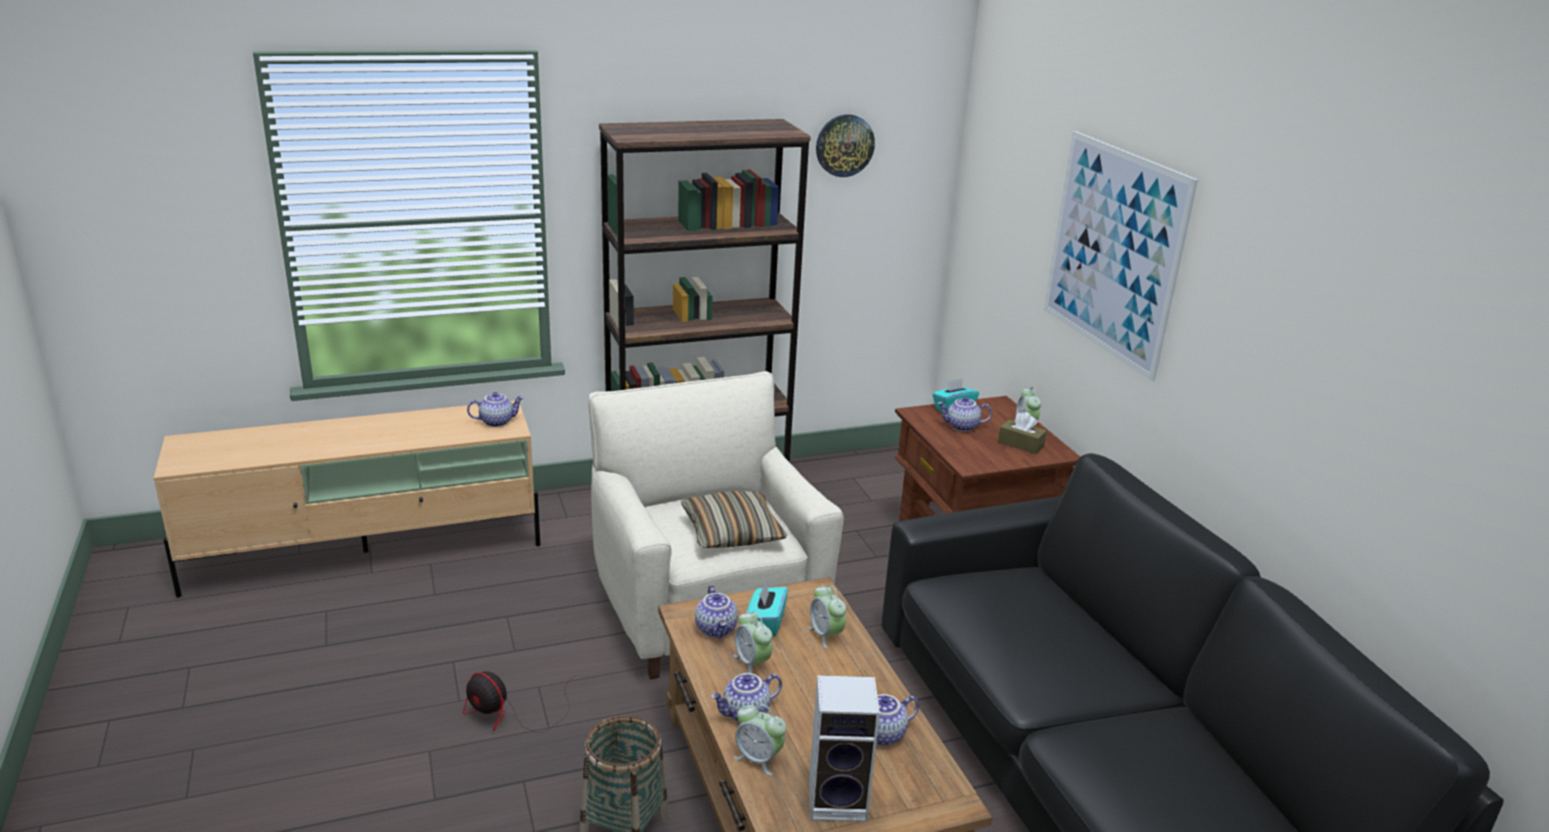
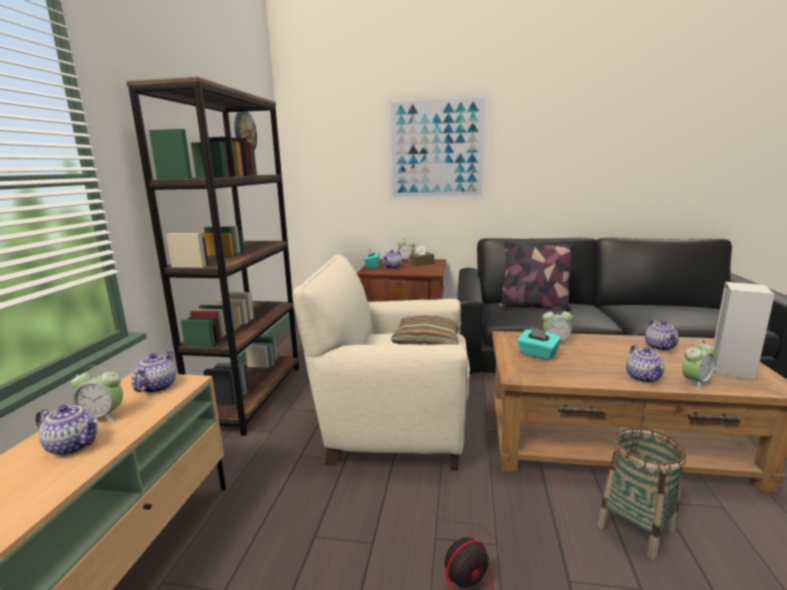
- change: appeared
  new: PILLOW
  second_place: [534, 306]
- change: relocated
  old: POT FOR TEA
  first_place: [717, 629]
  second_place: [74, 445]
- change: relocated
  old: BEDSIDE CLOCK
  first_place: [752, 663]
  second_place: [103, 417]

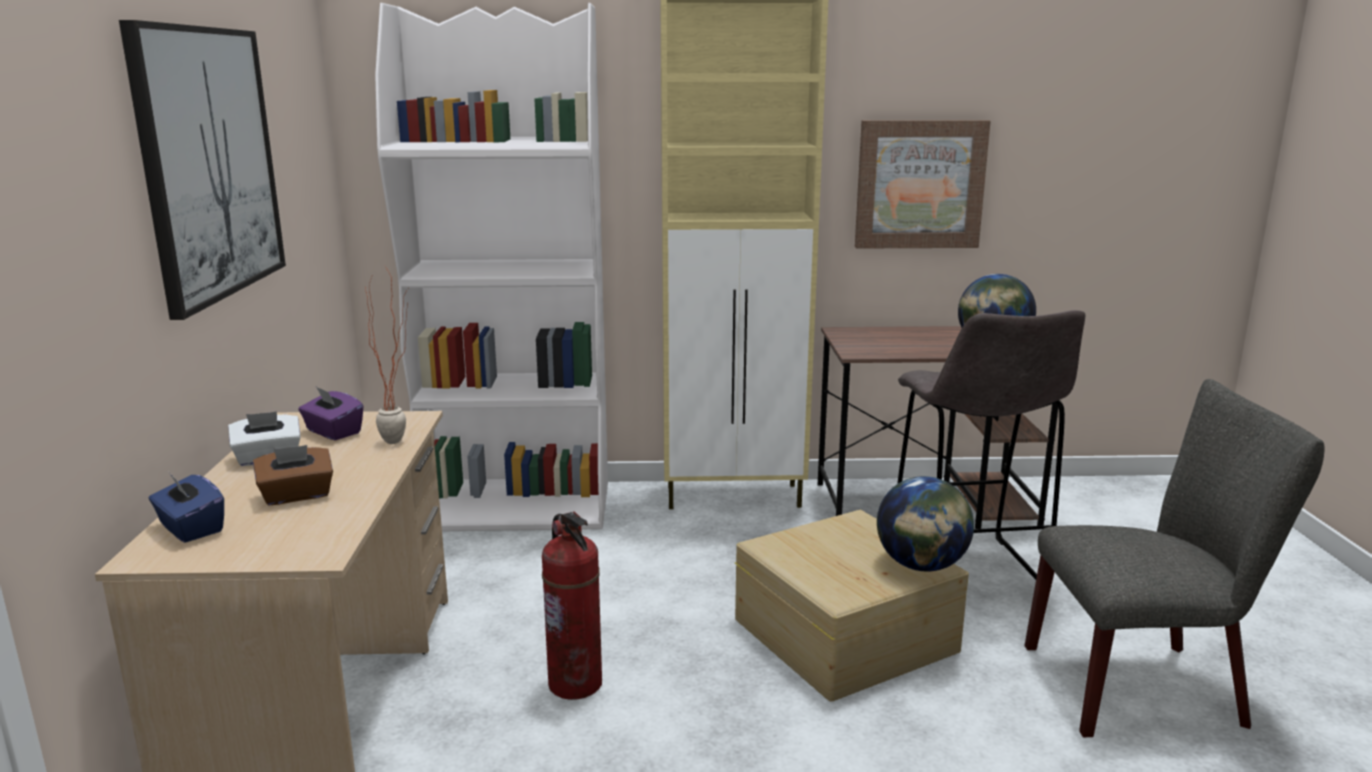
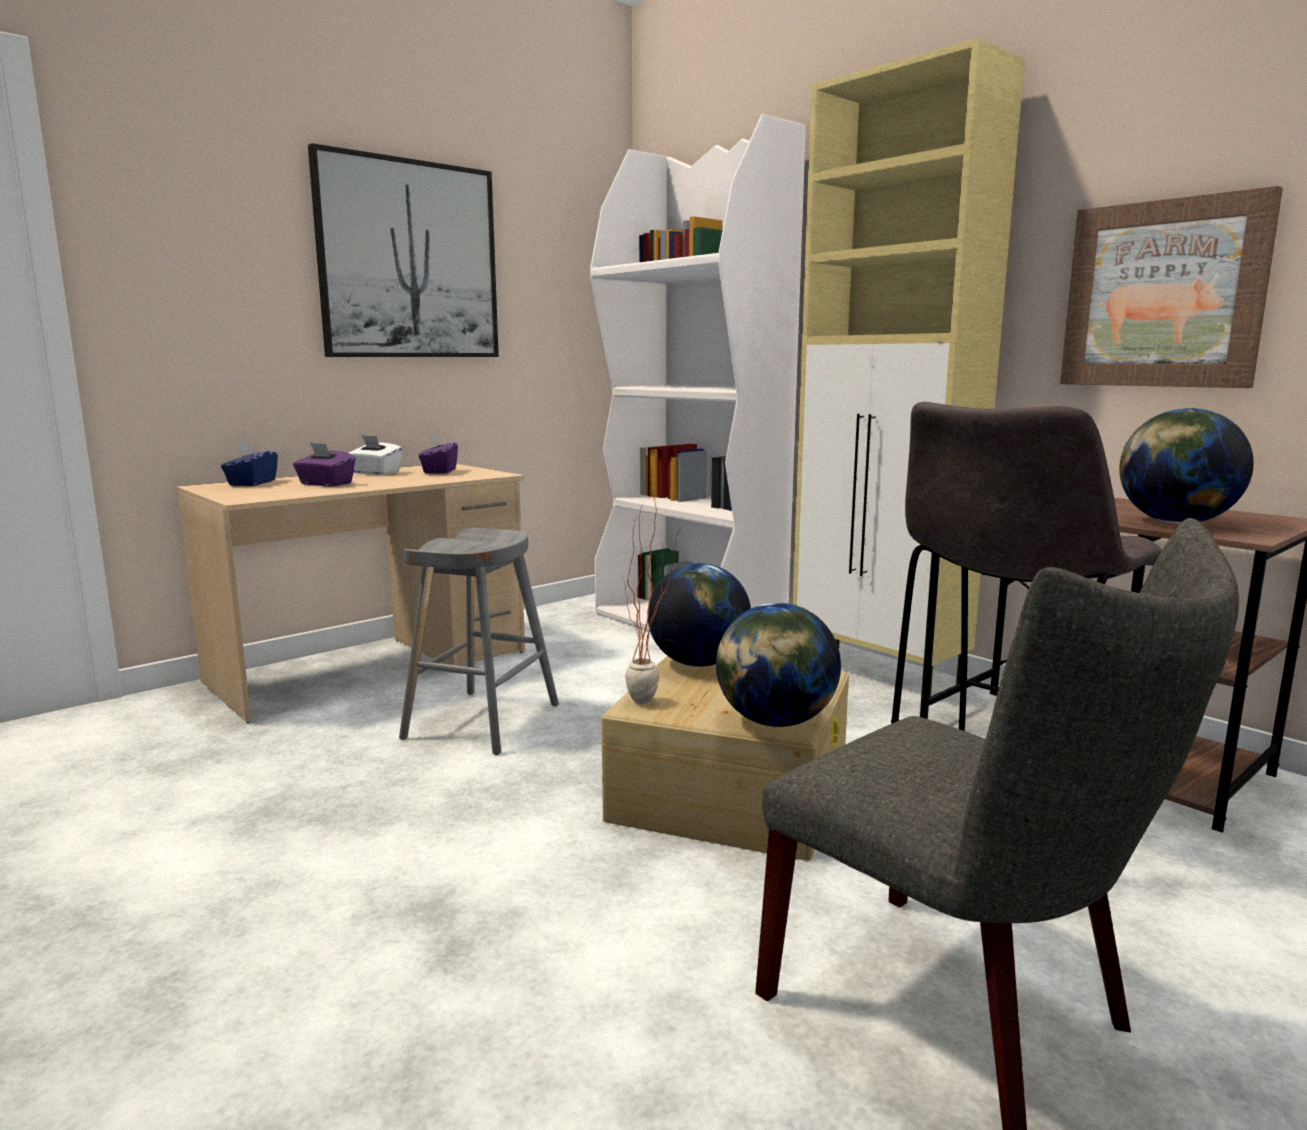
- change: appeared
  new: WORLD GLOBE
  second_place: [699, 663]
- change: relocated
  old: PLANT IN A POT
  first_place: [402, 441]
  second_place: [651, 704]
- change: exchanged
  old: FIRE-FIGHTING CYLINDER
  new: GREYISH SITTING STOOL
  first_place: [575, 684]
  second_place: [482, 721]
- change: colour
  old: BROWNISH TISSUE HOLDER
  new: PURPLE-COLOURED TISSUE HOLDER
  first_place: [297, 495]
  second_place: [325, 484]

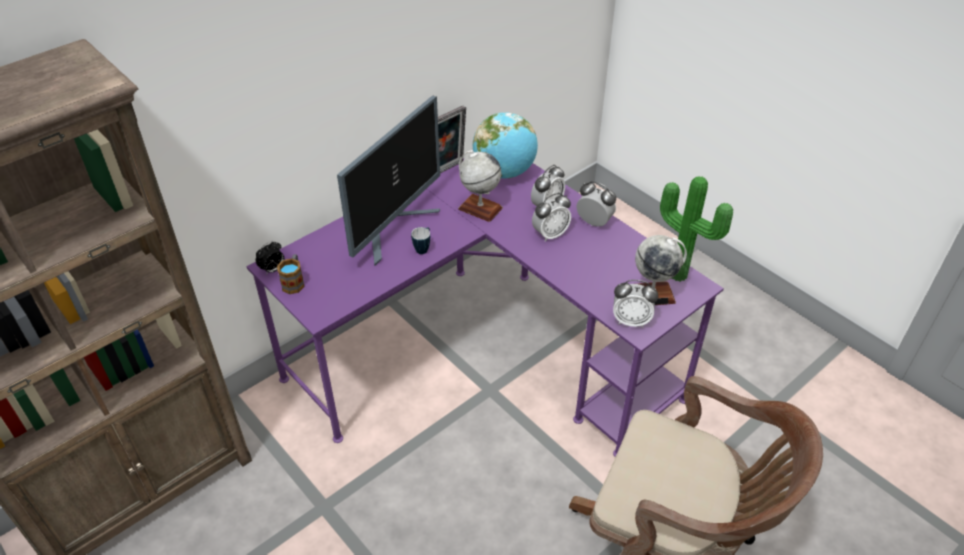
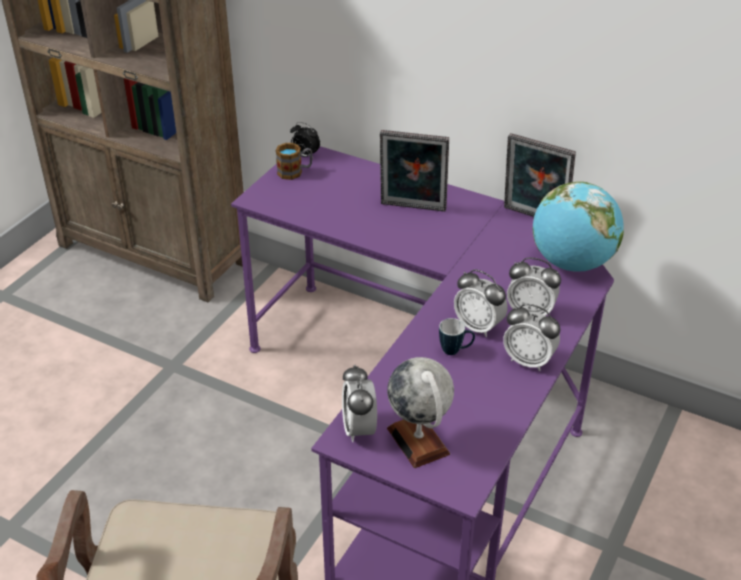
- change: missing
  old: WORLD GLOBE
  first_place: [480, 208]
- change: missing
  old: PLANT IN A POT
  first_place: [680, 273]
- change: relocated
  old: MUG
  first_place: [423, 248]
  second_place: [455, 351]
- change: exchanged
  old: COMPUTER SCREEN
  new: PICTURE FRAME
  first_place: [394, 227]
  second_place: [412, 208]
- change: spun
  old: BEDSIDE CLOCK
  first_place: [594, 222]
  second_place: [528, 360]
  degrees: 105

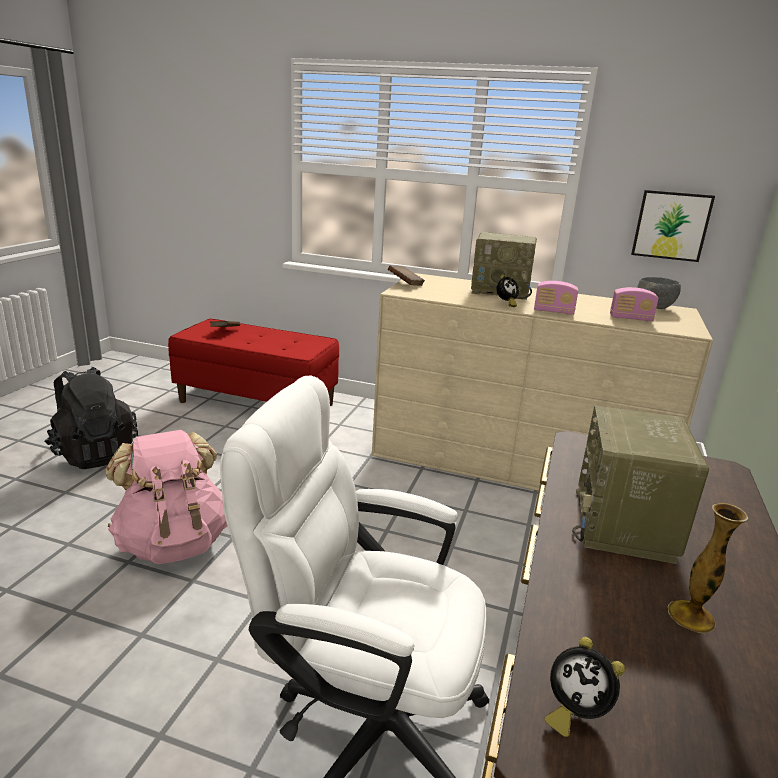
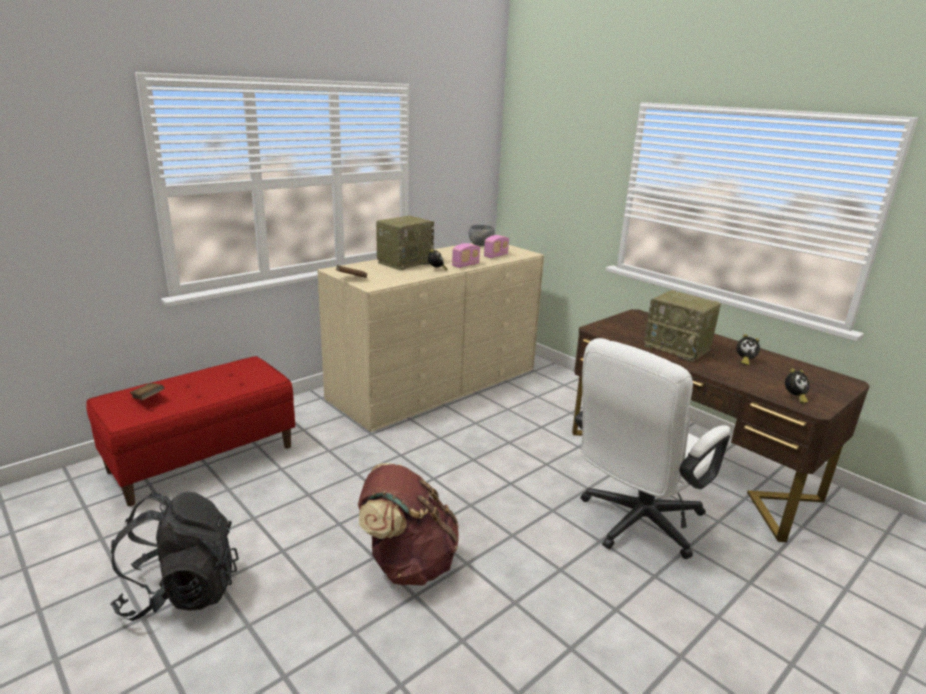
- change: missing
  old: PICTURE
  first_place: [671, 225]
- change: exchanged
  old: DECORATIVE VASE
  new: BEDSIDE CLOCK
  first_place: [691, 616]
  second_place: [744, 361]
- change: colour
  old: PINK-COLOURED KNAPSACK
  new: BROWNISH KNAPSACK
  first_place: [174, 543]
  second_place: [407, 563]

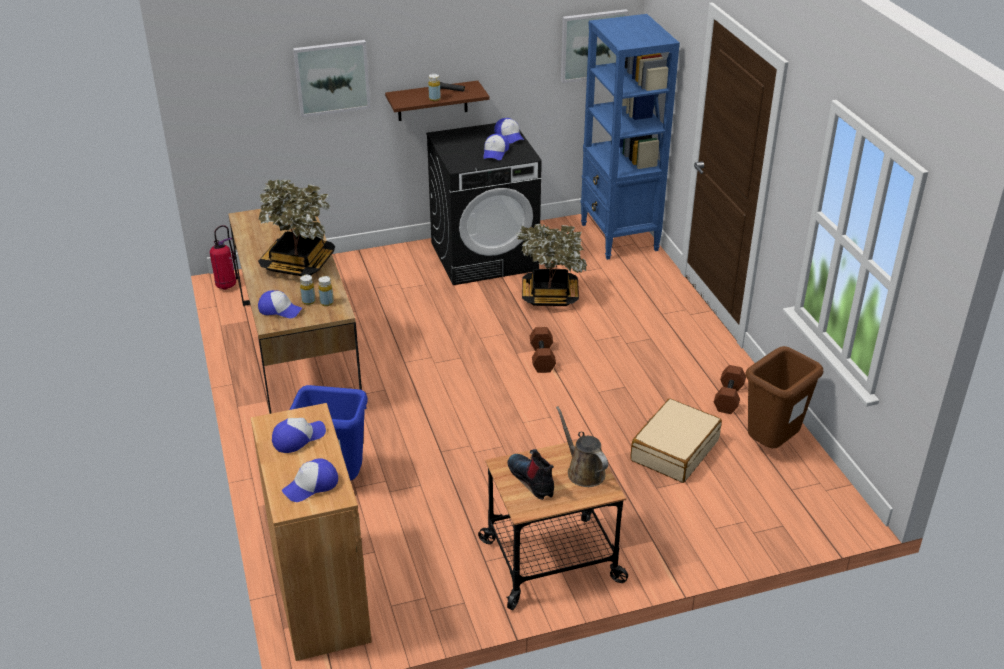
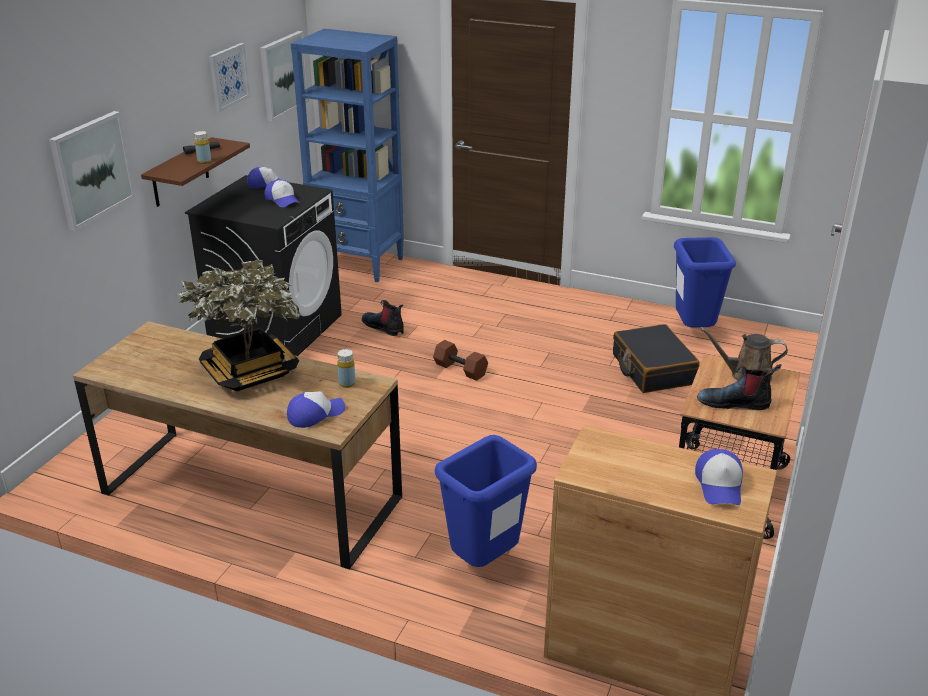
- change: missing
  old: FIRE-FIGHTING CYLINDER
  first_place: [227, 285]
- change: missing
  old: PEAKED CAP
  first_place: [298, 438]
- change: missing
  old: YELLOWISH BOTTLE
  first_place: [308, 301]
- change: missing
  old: BROWNISH FREE WEIGHT
  first_place: [729, 398]
- change: appeared
  new: PICTURE
  second_place: [228, 77]
- change: exchanged
  old: PLANT IN A POT
  new: TALL BOOT
  first_place: [549, 296]
  second_place: [384, 327]
- change: colour
  old: BEIGE-COLOURED PIECE OF LUGGAGE
  new: BLACK PIECE OF LUGGAGE
  first_place: [674, 450]
  second_place: [652, 369]
- change: colour
  old: BROWNISH RUBBISH BIN
  new: BLUE-COLOURED RUBBISH BIN
  first_place: [771, 445]
  second_place: [693, 330]

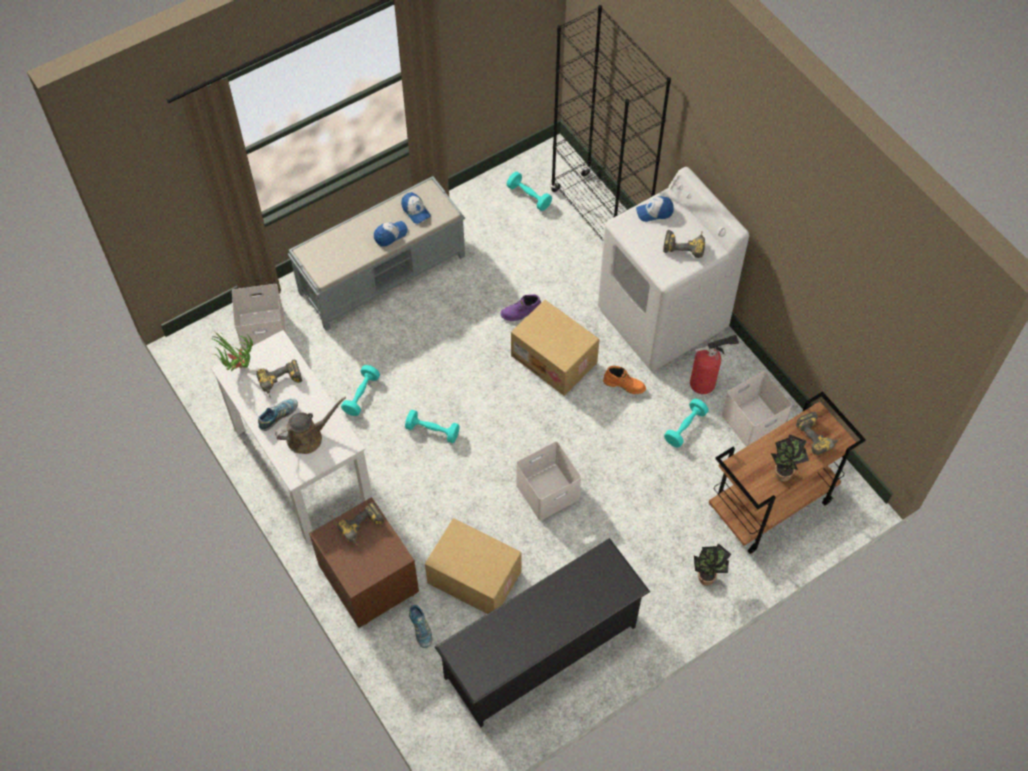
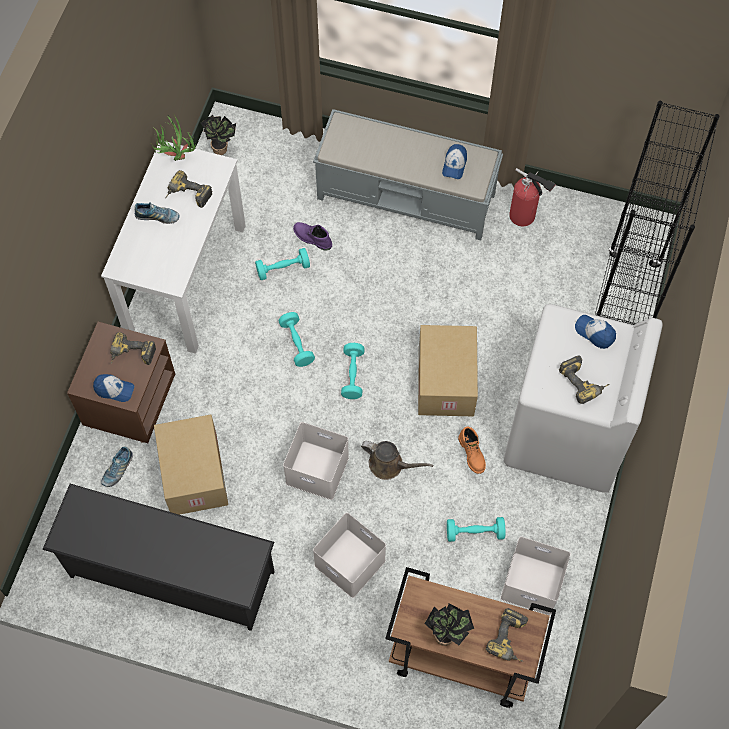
- change: relocated
  old: WHITE-COLOURED STORAGE BOX
  first_place: [262, 330]
  second_place: [348, 563]
- change: relocated
  old: BROWNISH WATERING POT
  first_place: [308, 437]
  second_place: [389, 465]
- change: relocated
  old: PEAKED CAP
  first_place: [390, 235]
  second_place: [114, 390]
- change: relocated
  old: PURPLE-COLOURED TALL BOOT
  first_place: [521, 313]
  second_place: [312, 238]
- change: relocated
  old: TURQUOISE FREE WEIGHT
  first_place: [529, 196]
  second_place: [352, 375]
- change: relocated
  old: FIRE-FIGHTING CYLINDER
  first_place: [705, 382]
  second_place: [524, 217]
- change: relocated
  old: PLANT IN A POT
  first_place: [707, 576]
  second_place: [222, 149]

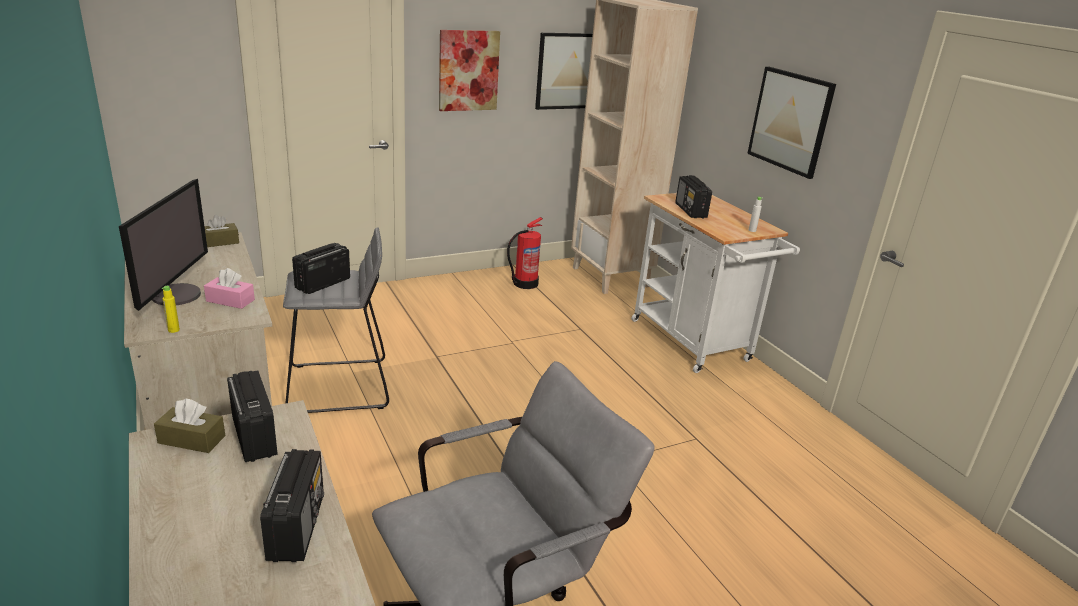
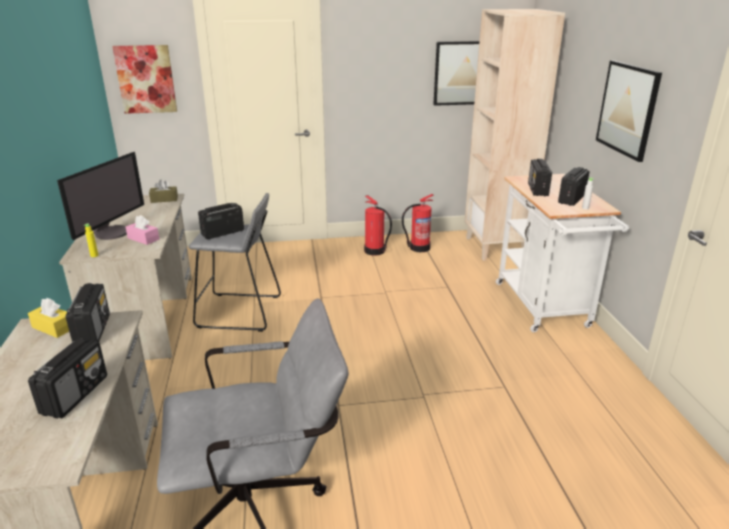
- change: appeared
  new: FIRE-FIGHTING CYLINDER
  second_place: [375, 251]
- change: appeared
  new: RADIO SET
  second_place: [571, 199]
- change: relocated
  old: PICTURE
  first_place: [468, 70]
  second_place: [146, 79]
- change: colour
  old: BROWNISH TISSUE HOLDER
  new: YELLOWISH TISSUE HOLDER
  first_place: [191, 439]
  second_place: [53, 327]

